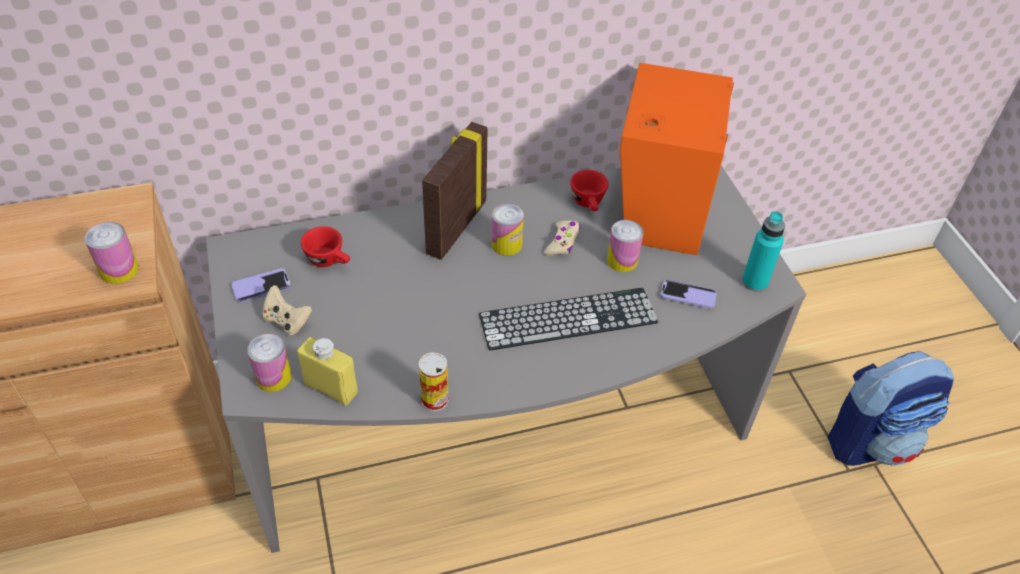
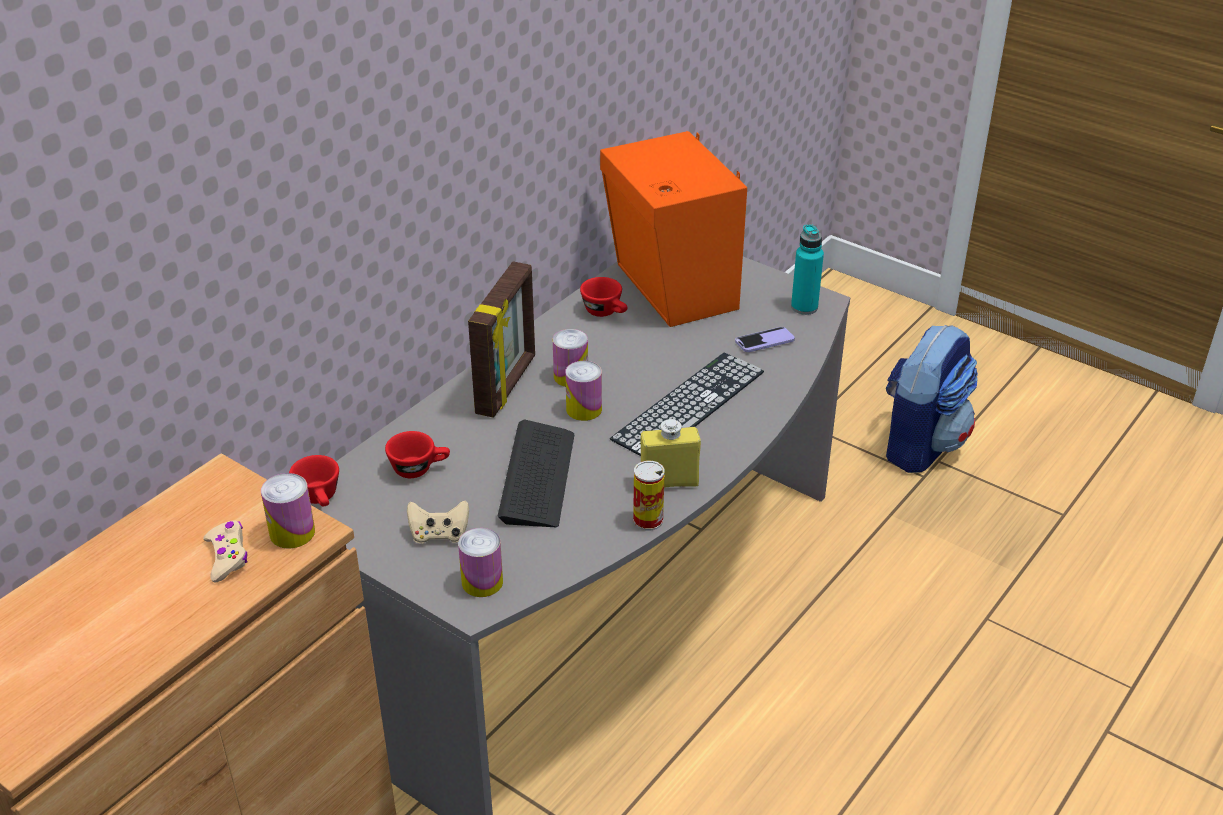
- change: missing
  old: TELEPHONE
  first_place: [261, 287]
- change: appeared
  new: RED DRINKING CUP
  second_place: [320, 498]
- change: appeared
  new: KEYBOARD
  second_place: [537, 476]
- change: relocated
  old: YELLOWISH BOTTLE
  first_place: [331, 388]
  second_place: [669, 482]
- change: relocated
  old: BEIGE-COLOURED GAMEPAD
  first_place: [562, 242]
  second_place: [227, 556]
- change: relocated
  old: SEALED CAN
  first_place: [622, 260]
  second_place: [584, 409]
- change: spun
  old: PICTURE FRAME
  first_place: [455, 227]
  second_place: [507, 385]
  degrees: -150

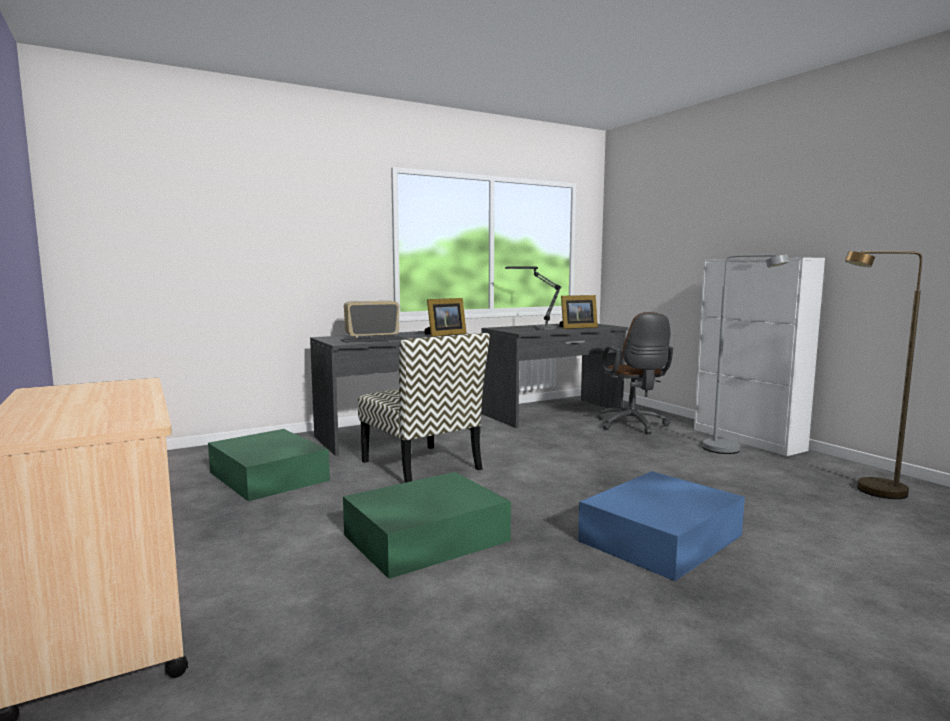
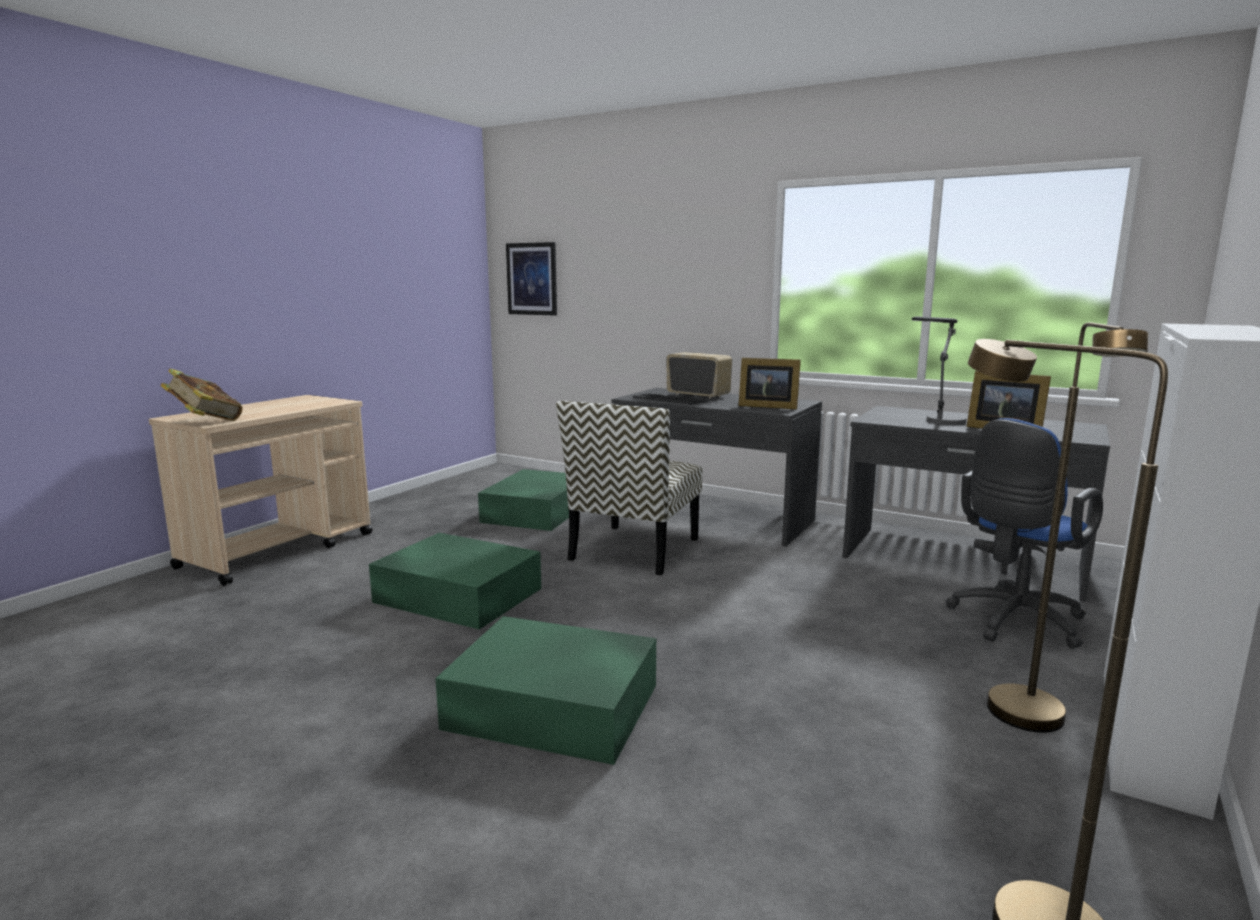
- change: appeared
  new: BOUND BOOK
  second_place: [205, 421]
- change: appeared
  new: PICTURE
  second_place: [532, 279]
- change: colour
  old: BLUE-COLOURED STORAGE BOX
  new: GREENISH STORAGE BOX
  first_place: [662, 538]
  second_place: [555, 707]
- change: colour
  old: BROWNISH OFFICE CHAIR
  new: BLUE-COLOURED OFFICE CHAIR
  first_place: [633, 426]
  second_place: [1013, 622]
- change: colour
  old: GREYISH FLOOR LAMP
  new: BROWNISH FLOOR LAMP
  first_place: [731, 450]
  second_place: [1033, 724]

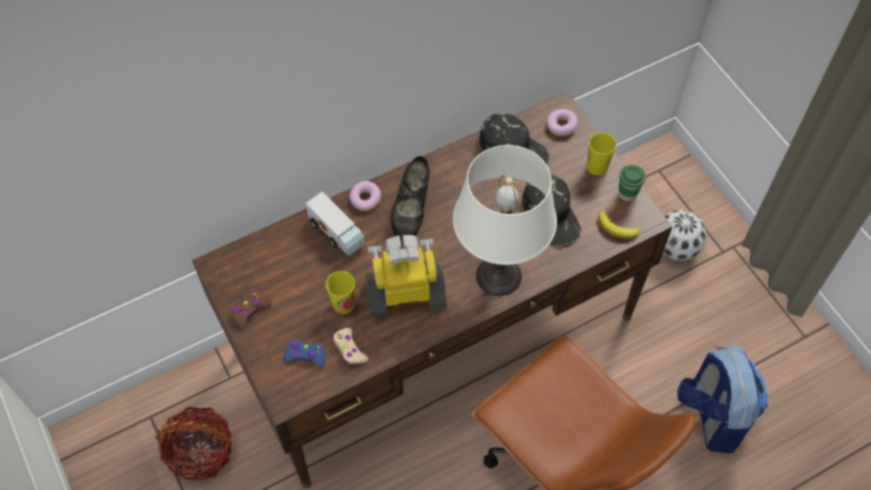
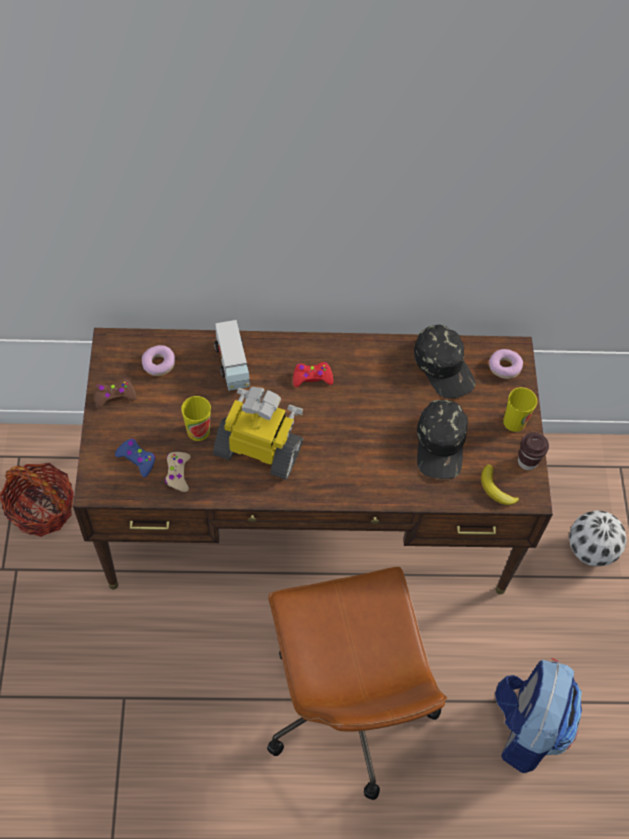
- change: missing
  old: WHITE-COLOURED TABLE LAMP
  first_place: [498, 275]
- change: relocated
  old: DOUGHNUT
  first_place: [365, 199]
  second_place: [158, 363]
- change: exchanged
  old: BLACK SHOE
  new: RED GAMEPAD
  first_place: [411, 210]
  second_place: [312, 377]
- change: colour
  old: GREENISH DRINKING CUP
  new: BROWNISH DRINKING CUP
  first_place: [627, 194]
  second_place: [527, 462]

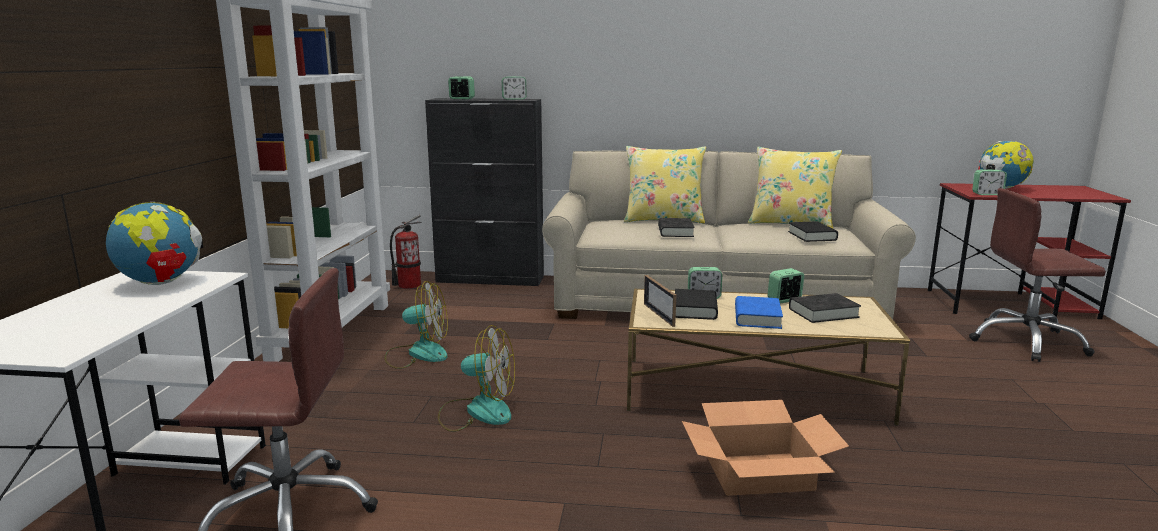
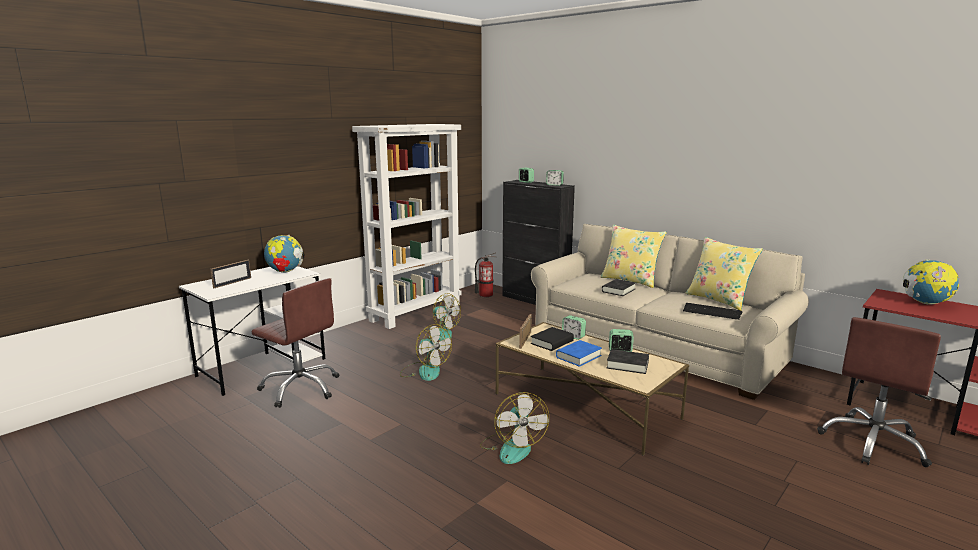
- change: missing
  old: BEDSIDE CLOCK
  first_place: [987, 194]
- change: appeared
  new: PICTURE FRAME
  second_place: [232, 283]
- change: exchanged
  old: PACKING BOX
  new: ELECTRIC FAN
  first_place: [759, 473]
  second_place: [512, 447]
- change: exchanged
  old: BLACK BOUND BOOK
  new: KEYBOARD
  first_place: [812, 236]
  second_place: [712, 312]
- change: spun
  old: BROWNISH OFFICE CHAIR
  first_place: [1027, 342]
  second_place: [873, 443]
  degrees: -90

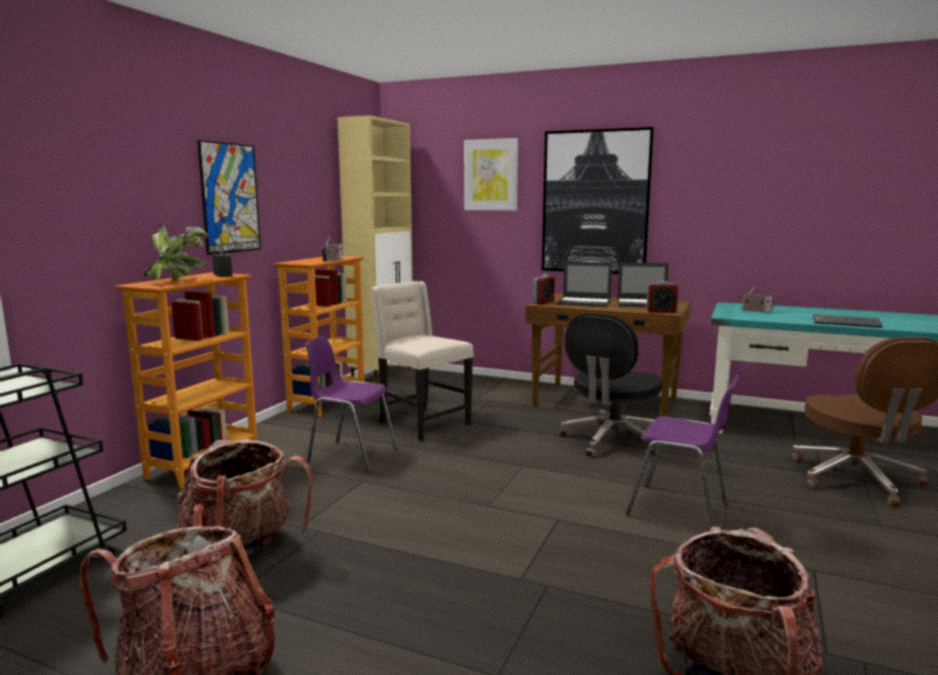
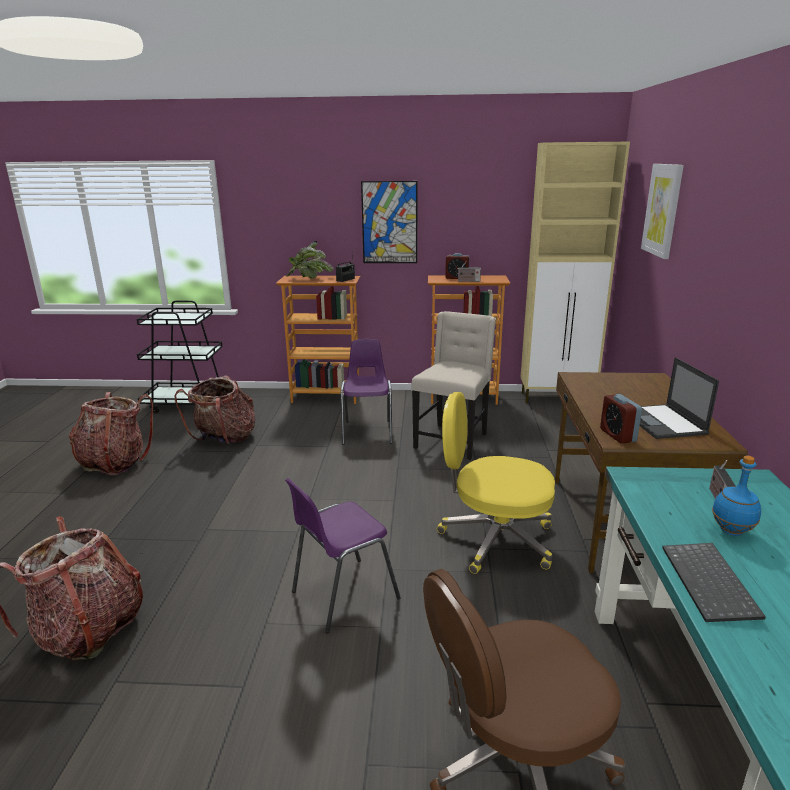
- change: missing
  old: PICTURE
  first_place: [595, 202]
- change: missing
  old: PORTABLE COMPUTER
  first_place: [585, 302]
- change: appeared
  new: BLUE-COLOURED BOTTLE
  second_place: [731, 531]
- change: relocated
  old: BEDSIDE CLOCK
  first_place: [543, 302]
  second_place: [456, 278]
- change: colour
  old: BLACK OFFICE CHAIR
  new: YELLOWISH OFFICE CHAIR
  first_place: [611, 440]
  second_place: [494, 539]
- change: spun
  old: PURPLE-COLOURED CHAIR
  first_place: [680, 510]
  second_place: [342, 595]
  degrees: 45

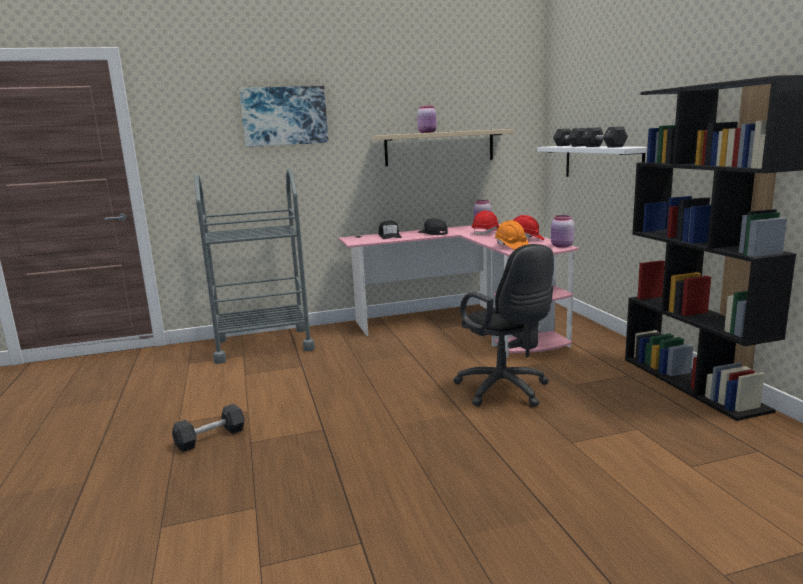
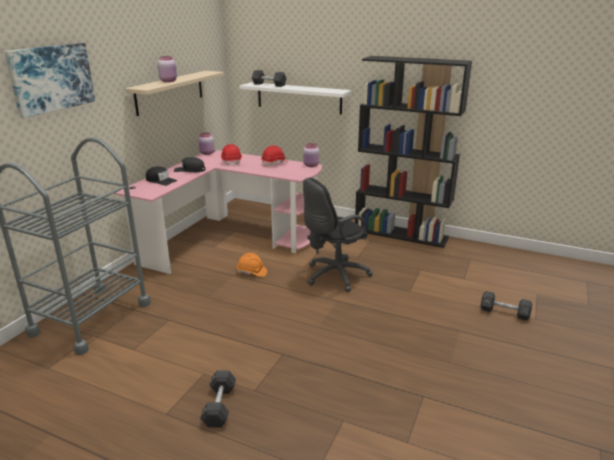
- change: relocated
  old: ORANGE WORK HELMET
  first_place: [511, 246]
  second_place: [252, 272]
- change: relocated
  old: BLACK FREE WEIGHT
  first_place: [603, 146]
  second_place: [504, 312]
- change: spun
  old: BLACK OFFICE CHAIR
  first_place: [505, 391]
  second_place: [333, 276]
  degrees: 135

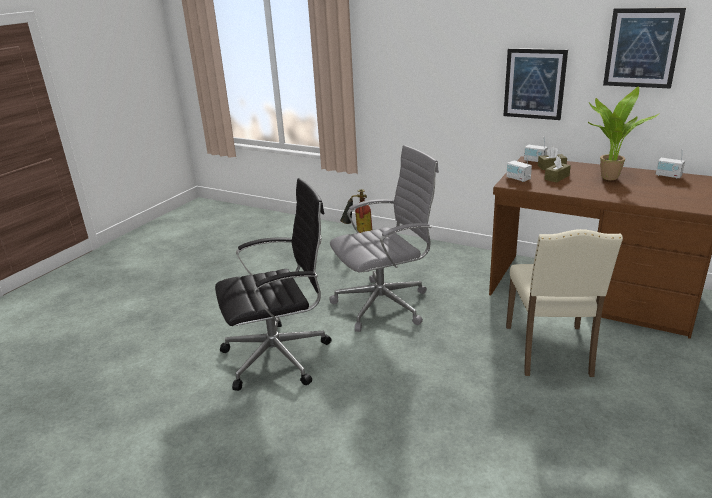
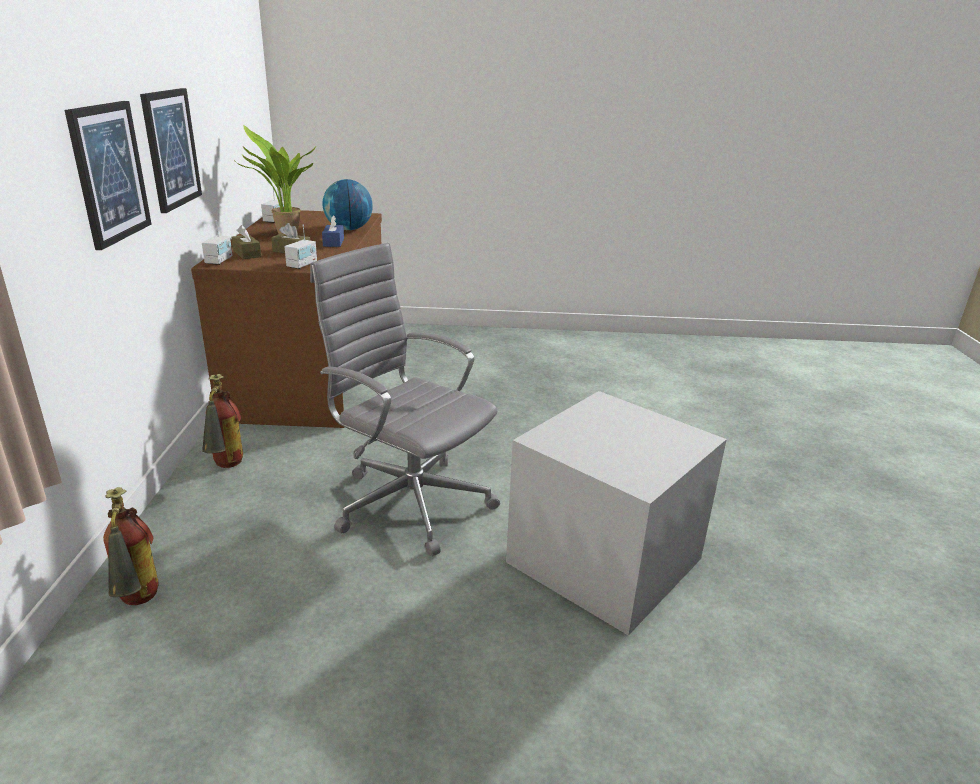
- change: missing
  old: BEIGE-COLOURED CHAIR
  first_place: [550, 351]
- change: appeared
  new: FIRE-FIGHTING CYLINDER
  second_place: [226, 468]
- change: appeared
  new: WORLD GLOBE
  second_place: [349, 229]
- change: appeared
  new: BLUE-COLOURED TISSUE HOLDER
  second_place: [333, 242]
- change: relocated
  old: PICTURE
  first_place: [642, 48]
  second_place: [109, 173]
- change: exchanged
  old: BLACK OFFICE CHAIR
  new: GREYISH STORAGE BOX
  first_place: [280, 356]
  second_place: [603, 558]

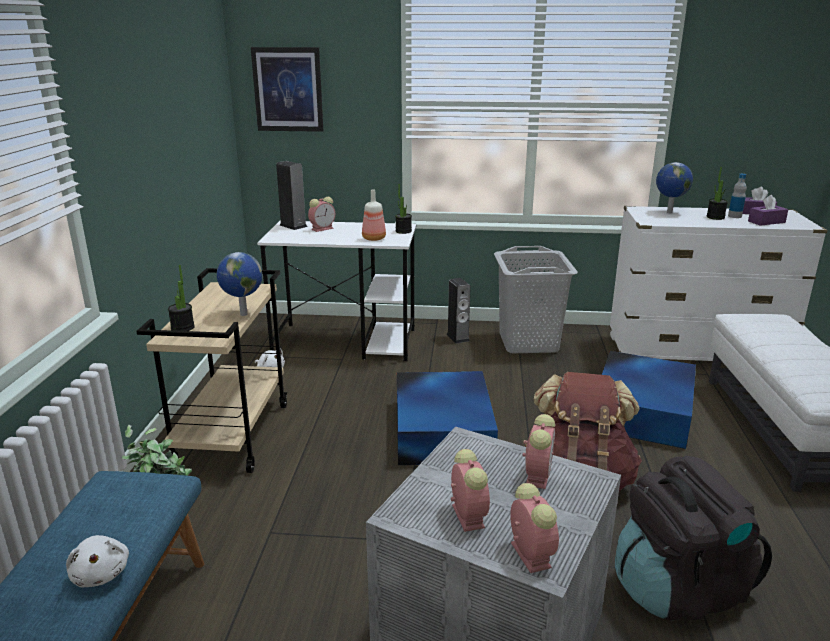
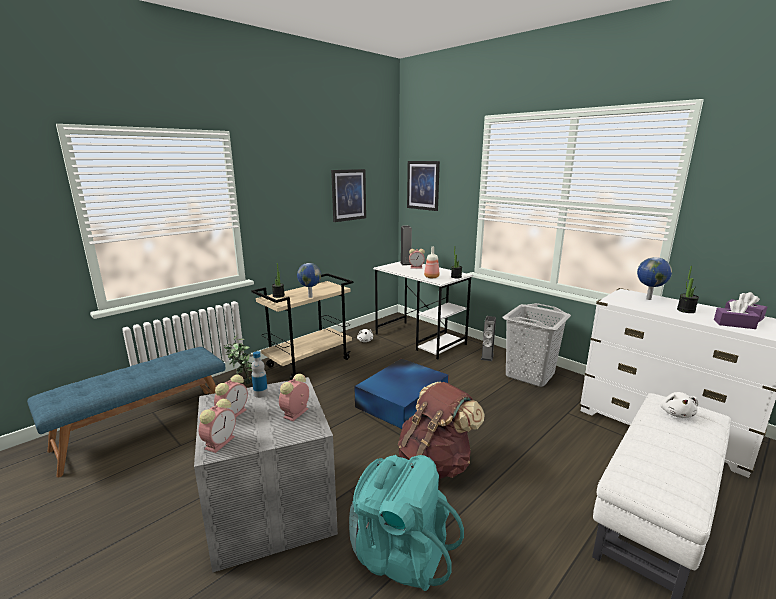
- change: missing
  old: BLUE-COLOURED STORAGE BOX
  first_place: [643, 410]
- change: appeared
  new: PICTURE
  second_place: [348, 195]
- change: relocated
  old: WHITE-COLOURED SOFT TOY
  first_place: [101, 574]
  second_place: [676, 413]
- change: relocated
  old: BOTTLE
  first_place: [734, 216]
  second_place: [260, 394]
- change: colour
  old: BLACK KNAPSACK
  new: TURQUOISE KNAPSACK
  first_place: [678, 588]
  second_place: [400, 554]
- change: spun
  old: BEDSIDE CLOCK
  first_place: [537, 474]
  second_place: [295, 414]
  degrees: 150

